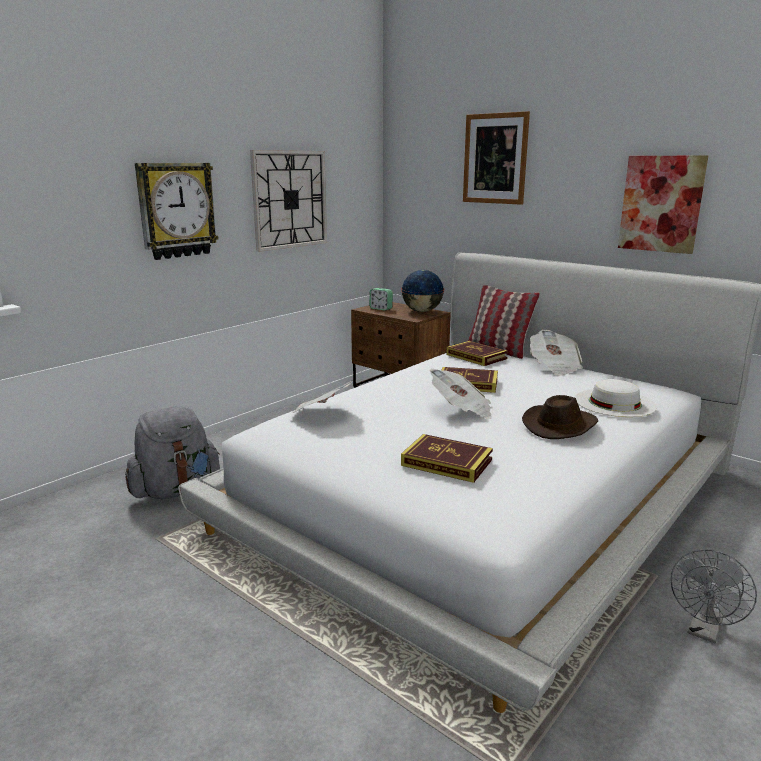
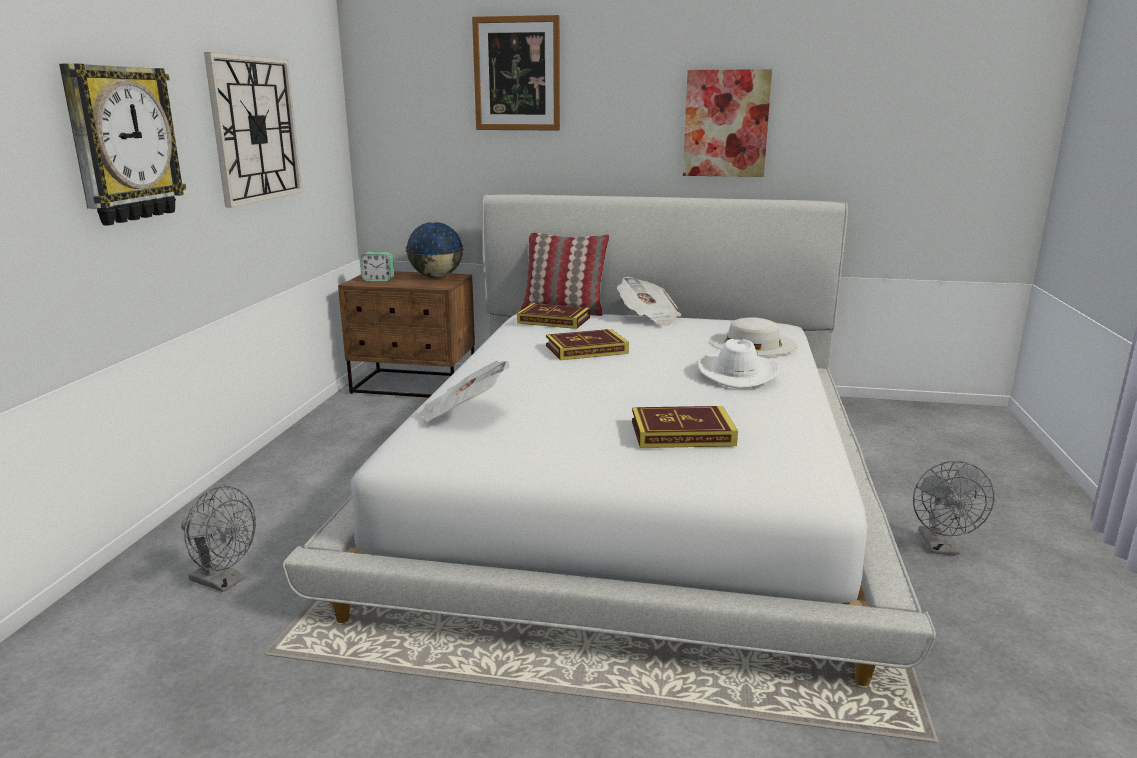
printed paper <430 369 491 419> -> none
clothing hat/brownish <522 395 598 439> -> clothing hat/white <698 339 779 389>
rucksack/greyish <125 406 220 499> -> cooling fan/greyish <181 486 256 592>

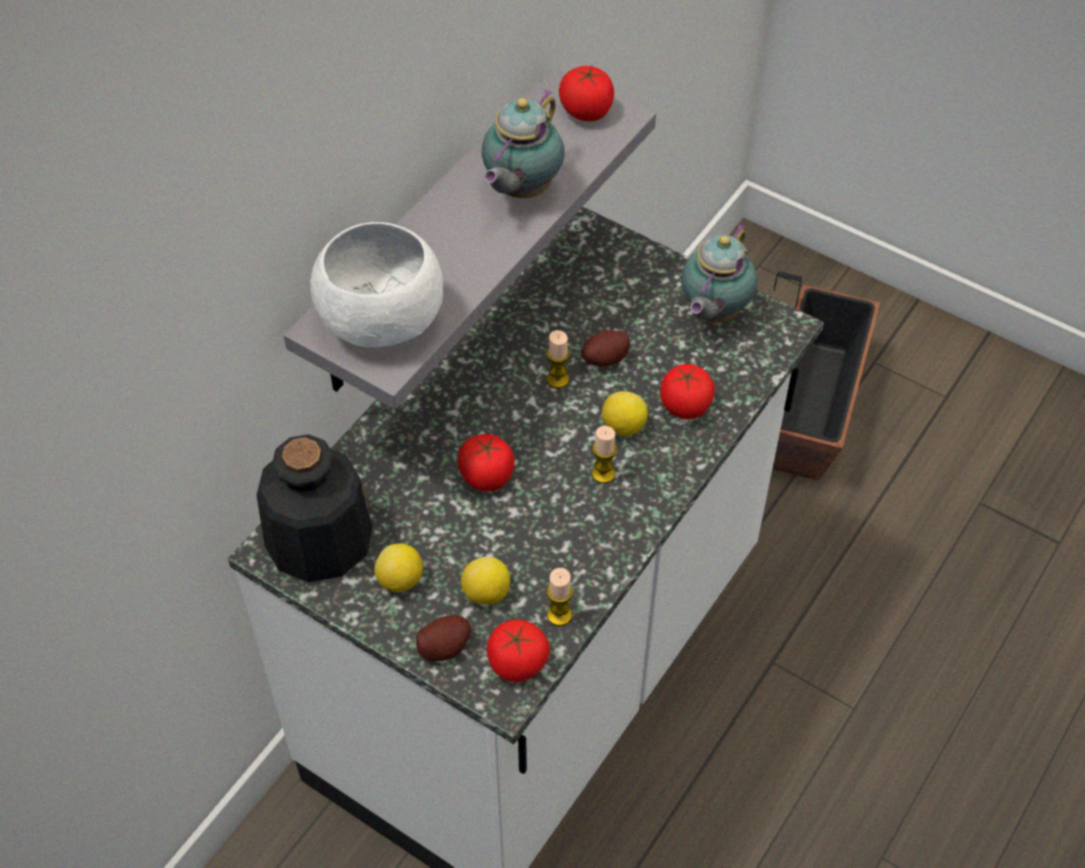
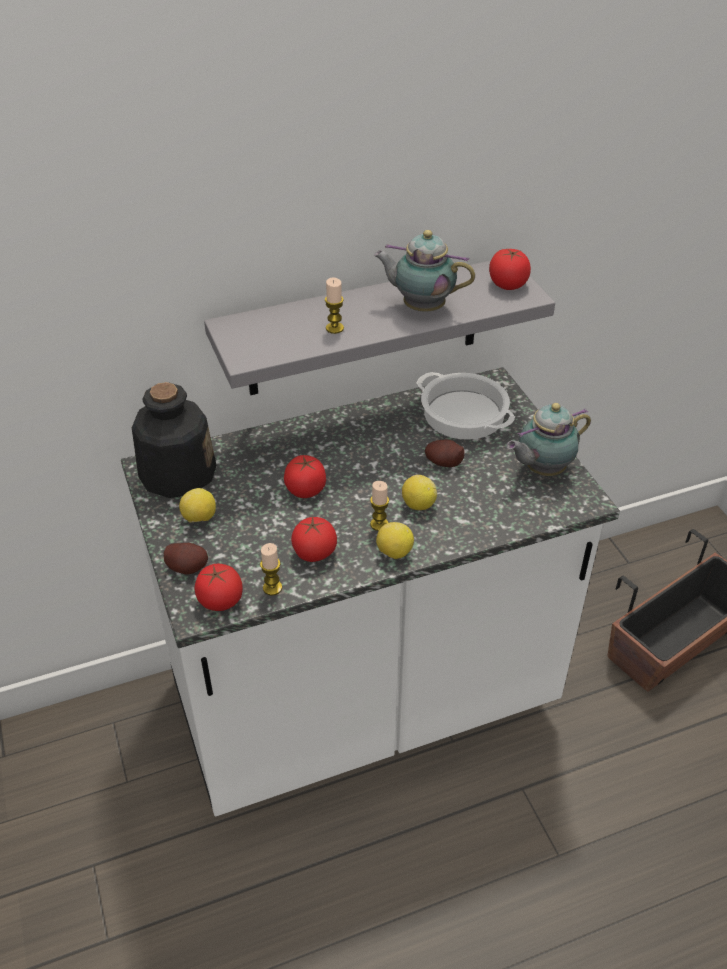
teapot <482 90 565 198> -> teapot <374 230 475 312>, 45 degrees clockwise
serving bowl/white <310 222 443 348> -> none
candle <547 330 570 389> -> candle <325 278 344 334>, relocated
tomato <660 364 715 419> -> tomato <291 516 337 562>, relocated
whole lemon <461 557 510 605> -> whole lemon <376 522 414 559>, relocated
none -> saucepot <416 372 515 440>

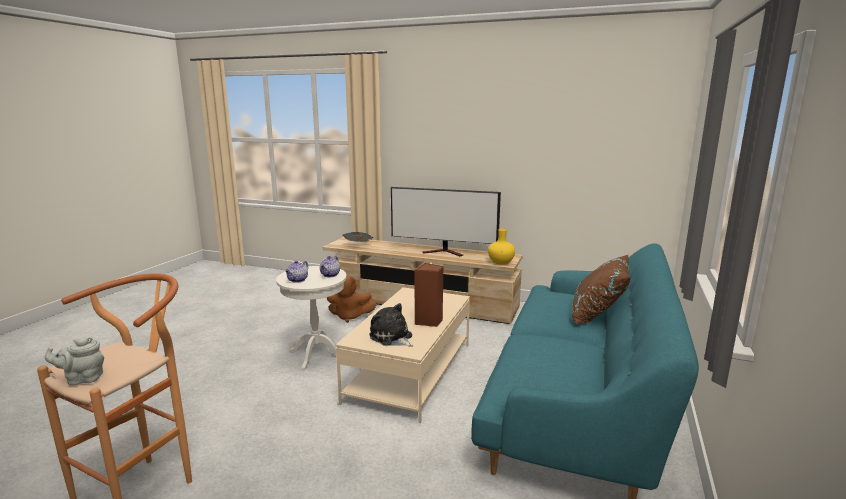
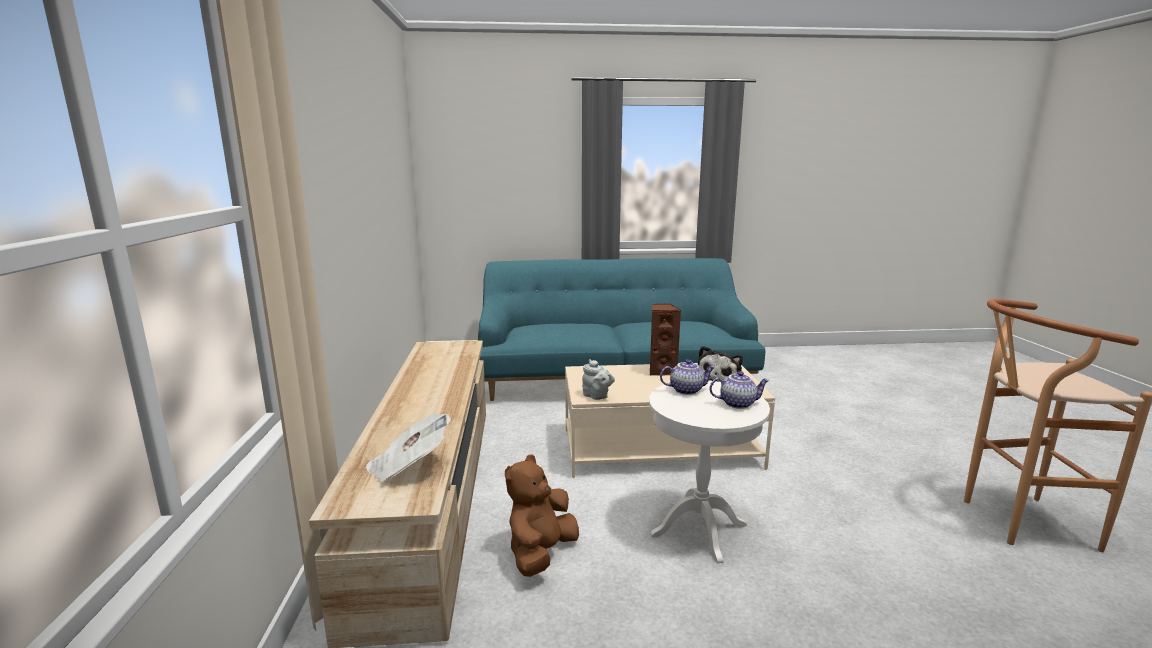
television <391 187 501 256> -> none
flower vase/yellowish <488 229 515 265> -> none
pillow/brownish <572 255 630 324> -> none
plush toy/brownish <327 276 377 323> -> plush toy/brownish <505 454 579 577>, 135 degrees counterclockwise
teapot/greyish <45 337 104 386> -> teapot/greyish <582 359 615 400>, relocated

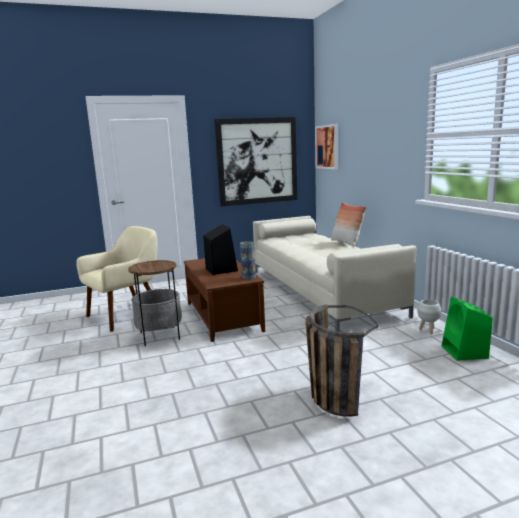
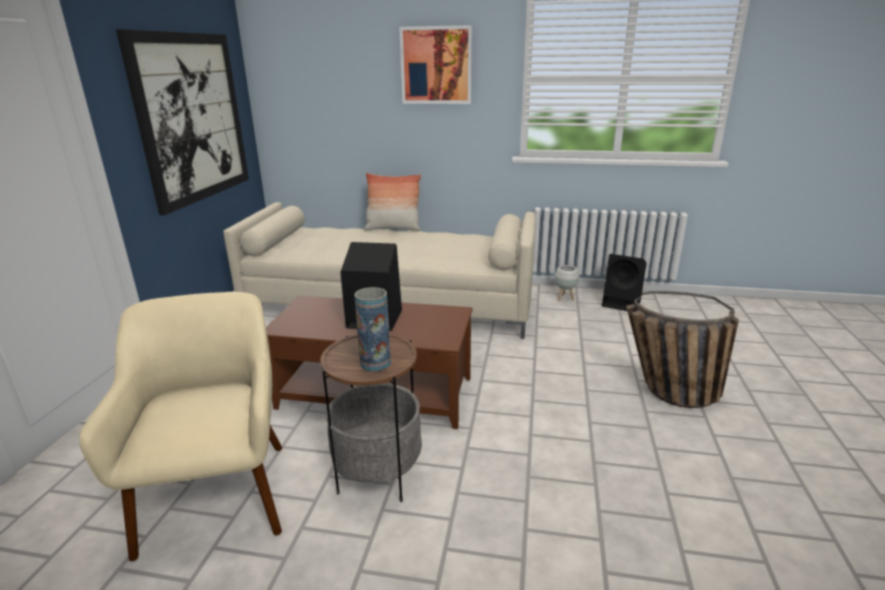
wall art <315 124 338 169> -> wall art <399 25 472 104>, relocated
flower vase <240 241 256 279> -> flower vase <354 287 391 371>, relocated
speaker/green <442 296 493 361> -> speaker/blackish <602 254 646 311>

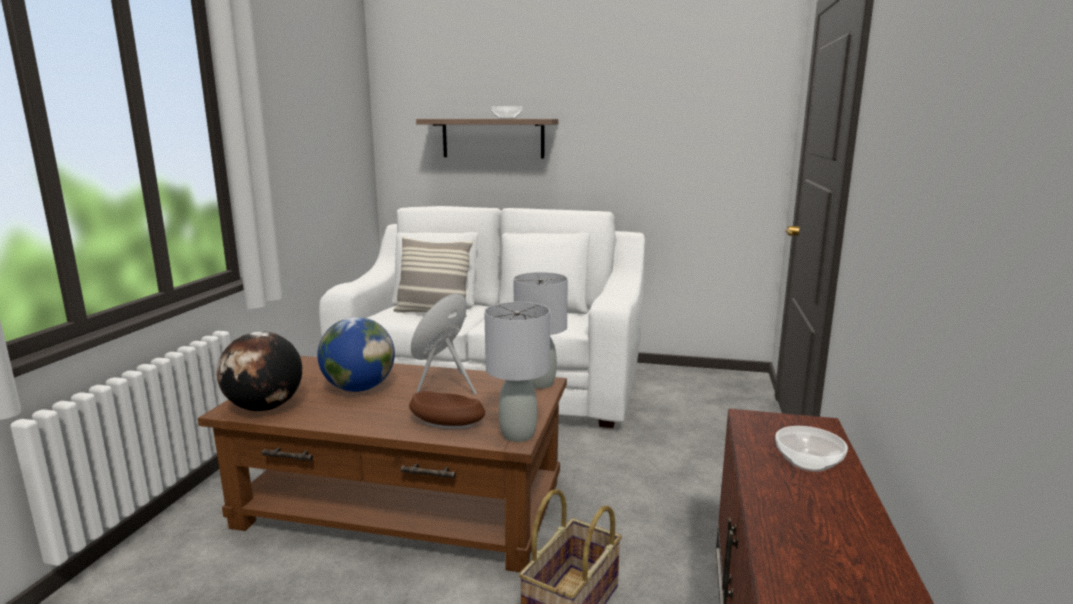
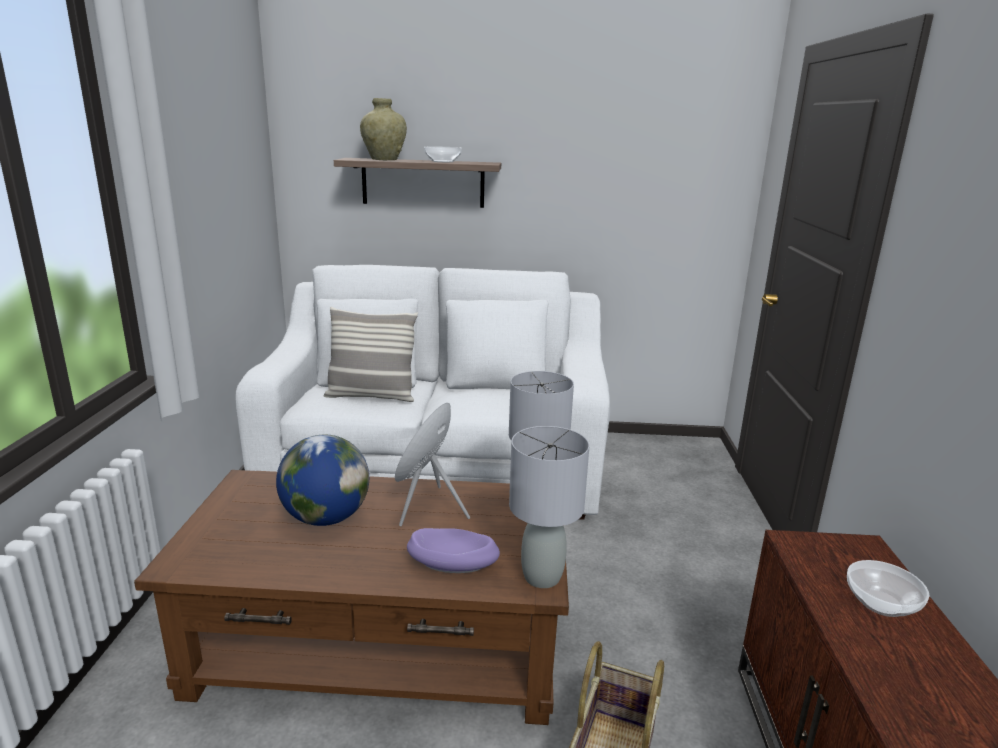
globe <217 331 302 411> -> none
serving bowl/brownish <409 391 485 428> -> serving bowl/purplish <407 528 500 573>
none -> flower vase/sand-coloured <360 98 407 160>

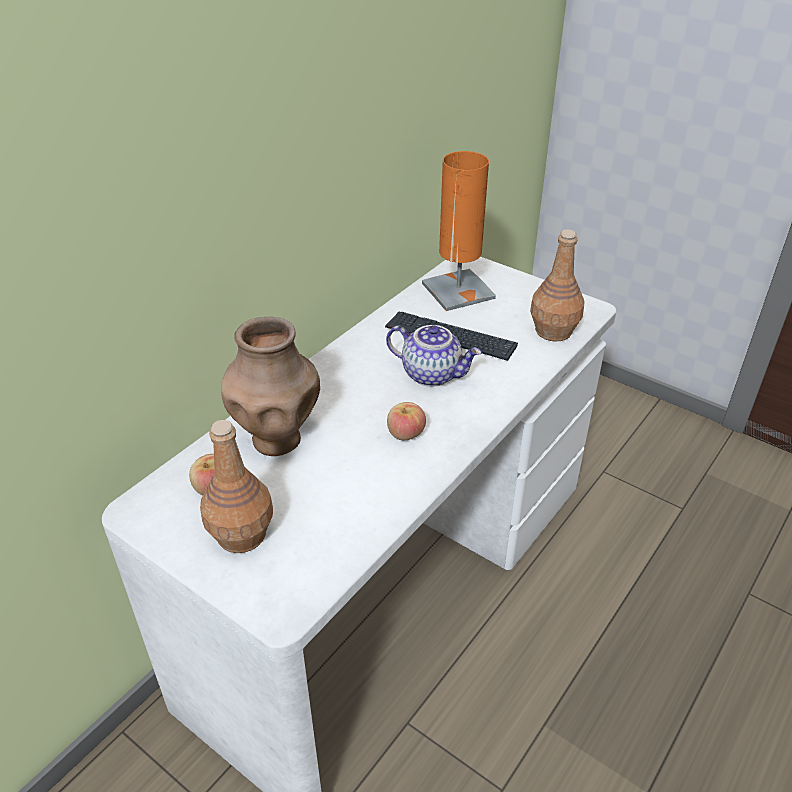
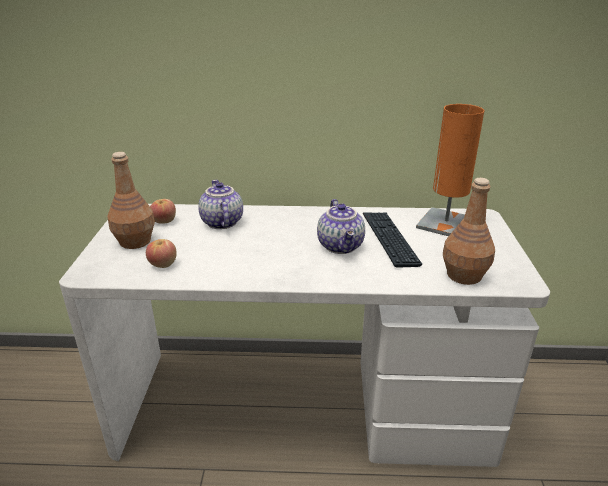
flower vase/brownish <221 317 320 456> -> teapot <198 180 243 229>
apple <387 402 426 440> -> apple <146 239 177 268>, relocated

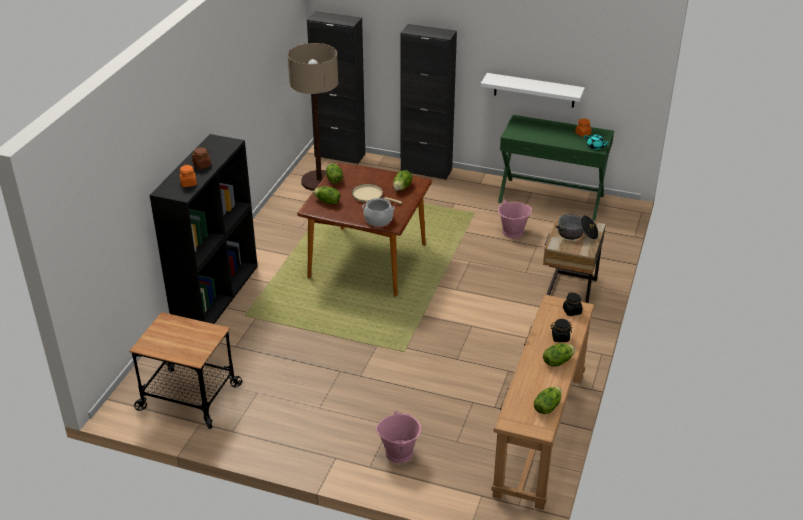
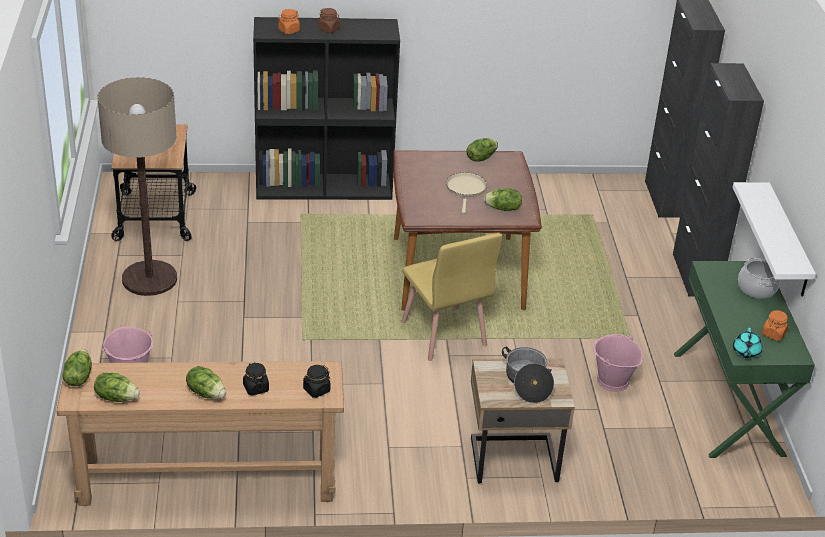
standard lamp <288 43 338 191> -> standard lamp <97 77 177 296>, relocated
head of lettuce <313 186 340 204> -> head of lettuce <62 349 92 386>, relocated
saucepot <362 198 395 227> -> saucepot <738 257 780 299>, relocated
none -> chair/yellowish <401 233 502 361>

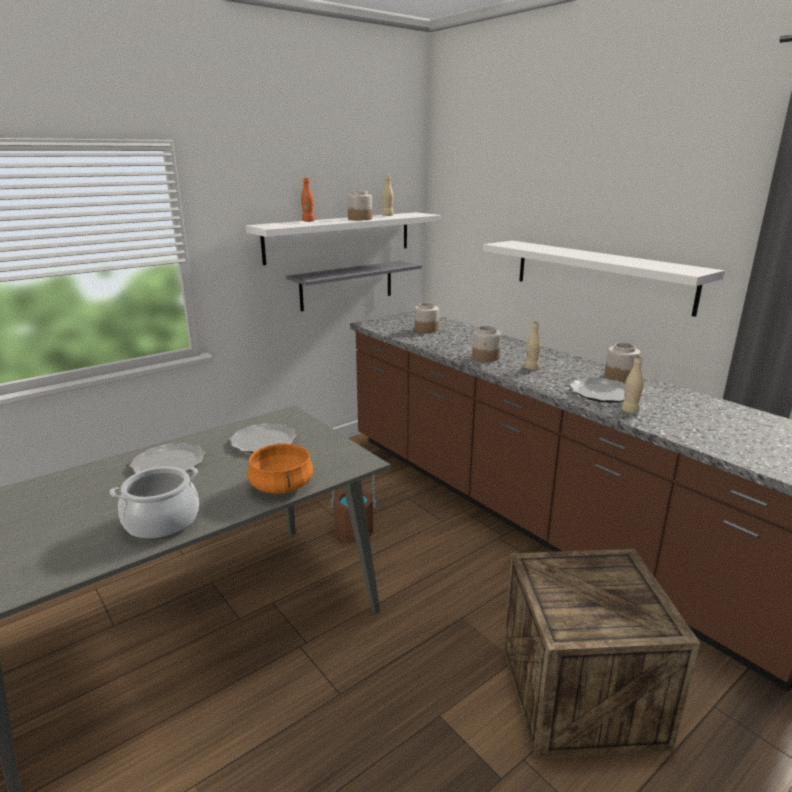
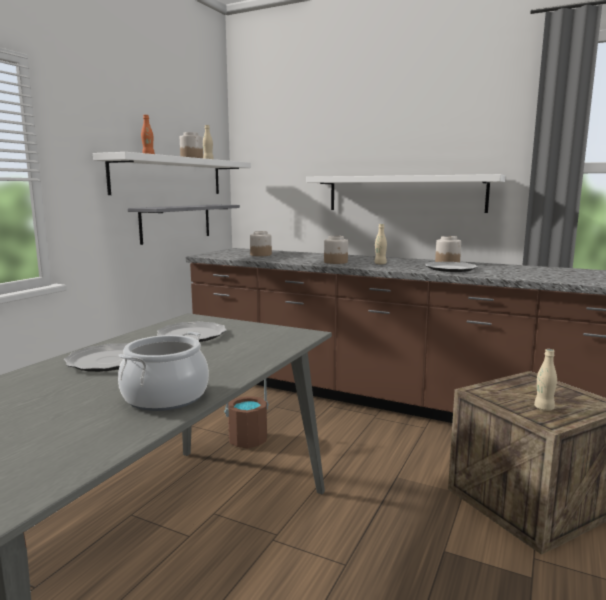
drink bottle/sand-coloured <621 356 644 413> -> drink bottle/sand-coloured <534 349 557 411>, relocated
saucepot/orange-coloured <247 443 313 494> -> none

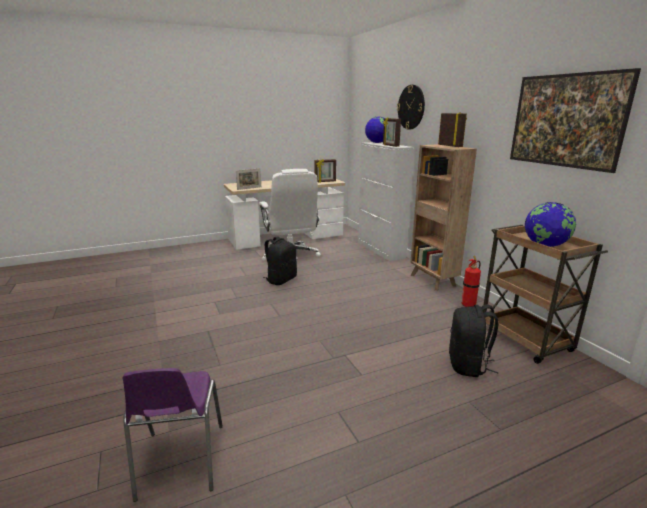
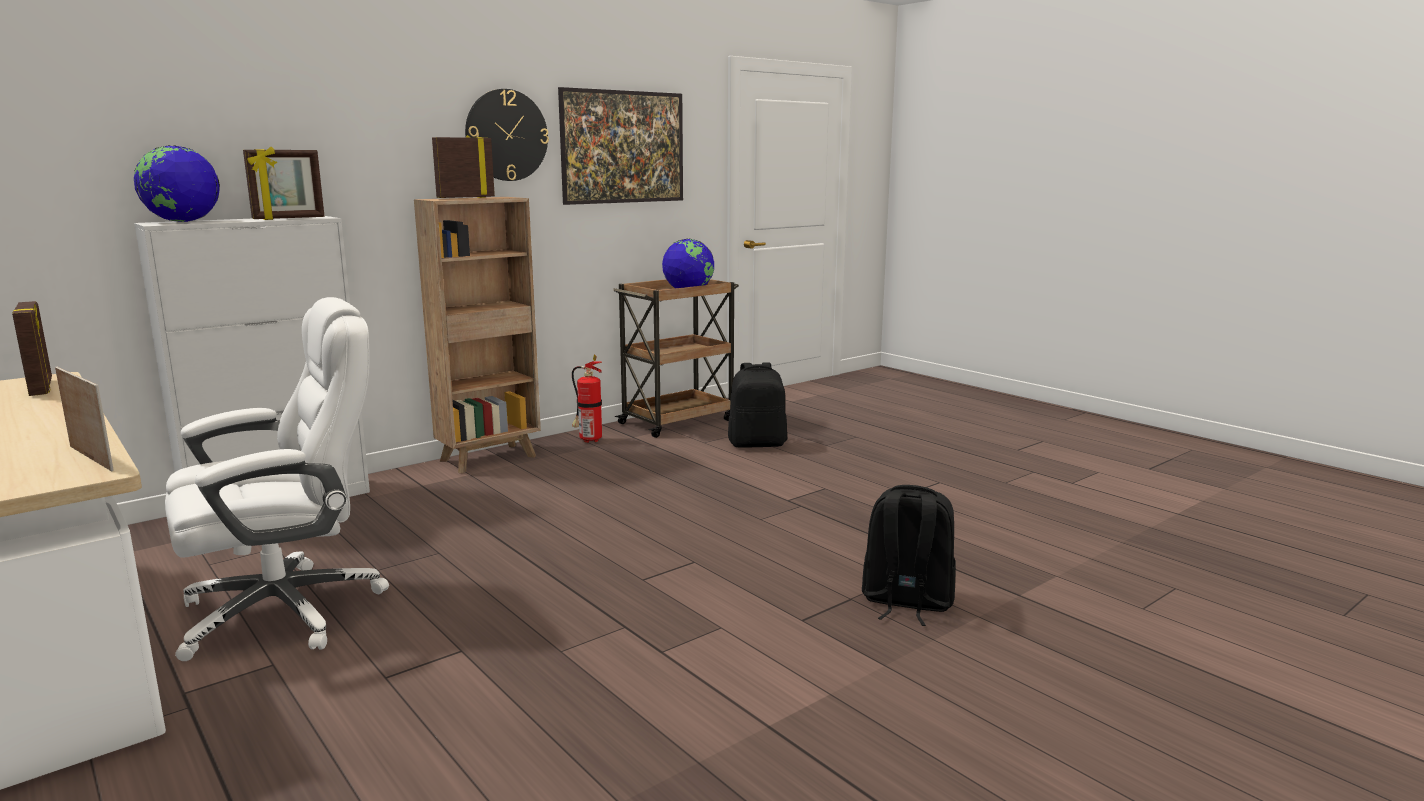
clock on the wall <397 85 425 130> -> clock on the wall <465 89 549 181>, relocated
rucksack/blackish <263 236 297 285> -> rucksack/blackish <862 485 956 626>, relocated
chair/purplish <123 368 223 502> -> none

